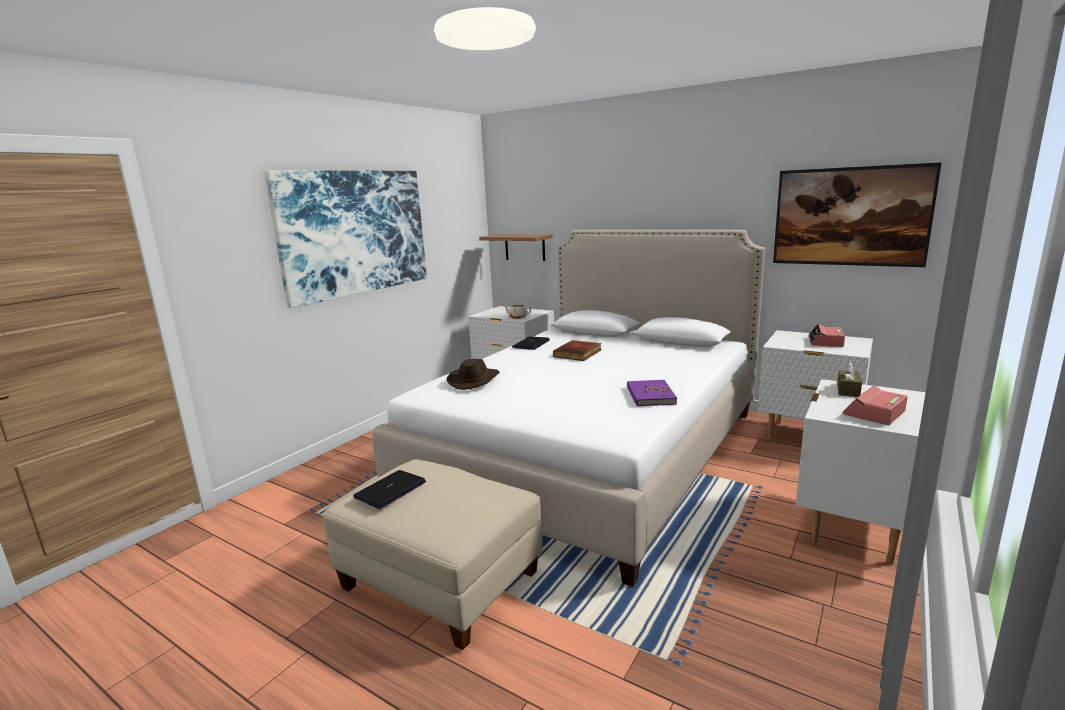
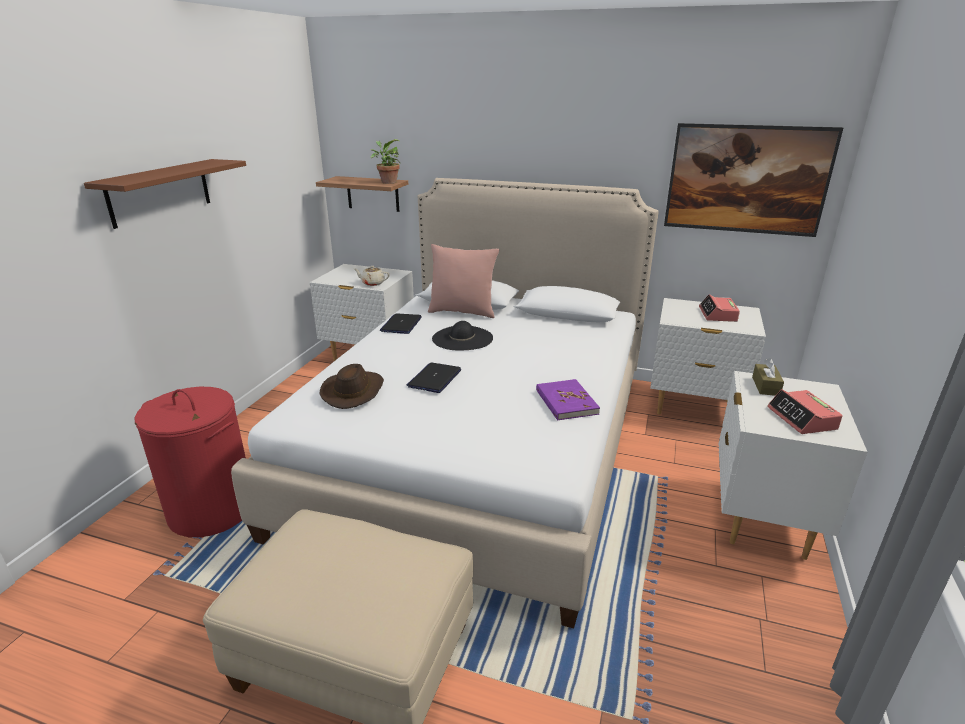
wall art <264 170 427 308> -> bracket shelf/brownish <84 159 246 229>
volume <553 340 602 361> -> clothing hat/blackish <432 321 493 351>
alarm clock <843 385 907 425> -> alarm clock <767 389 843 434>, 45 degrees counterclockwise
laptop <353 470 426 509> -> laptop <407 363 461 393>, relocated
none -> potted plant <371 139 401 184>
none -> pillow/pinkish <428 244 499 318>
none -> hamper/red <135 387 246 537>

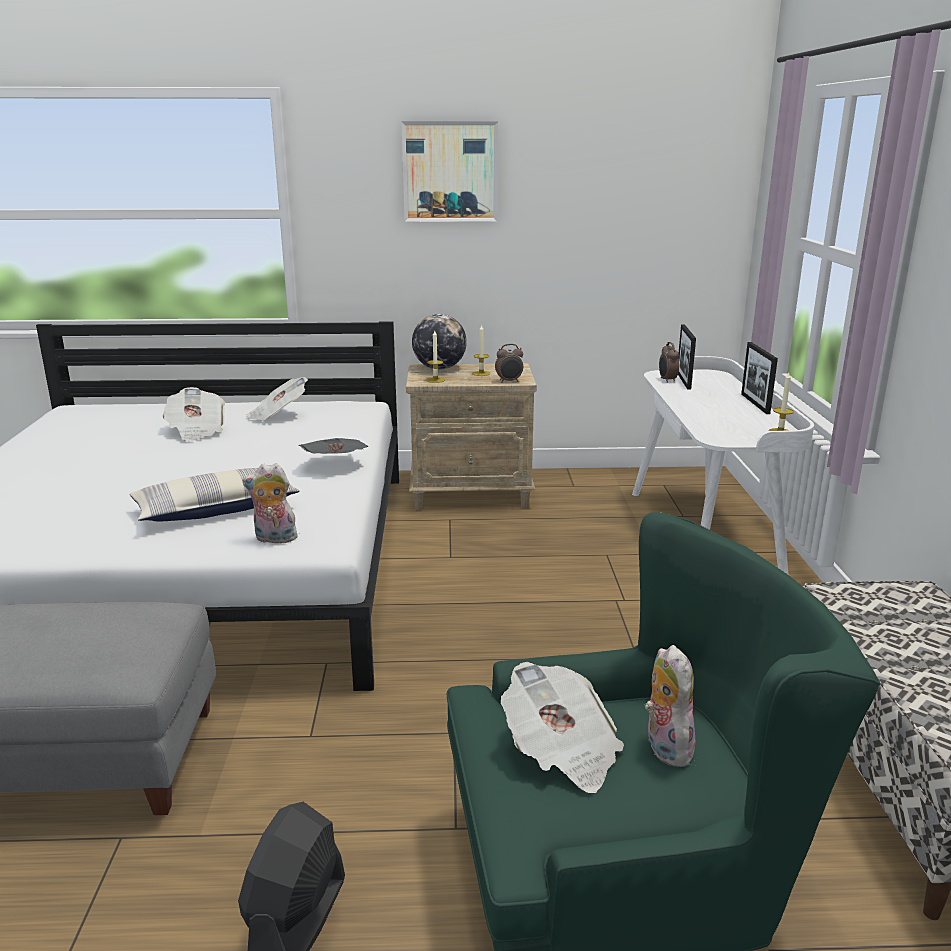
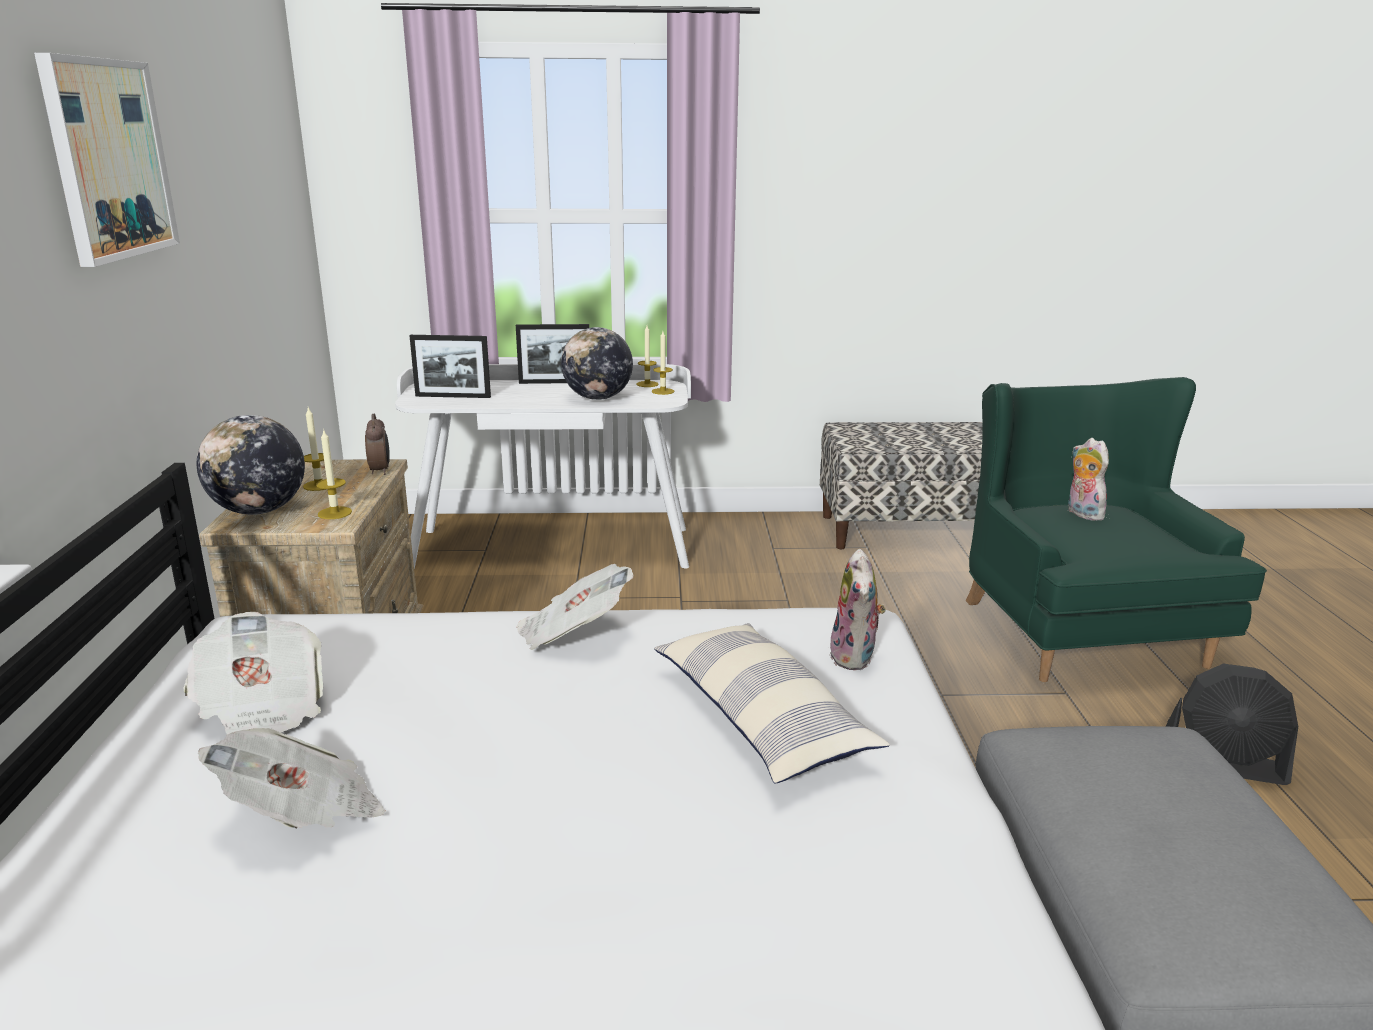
alarm clock <659 342 679 383> -> none
plush toy <644 645 695 767> -> plush toy <1068 438 1109 521>, 75 degrees clockwise
printed paper <501 662 624 793> -> none
none -> globe <561 327 633 400>
none -> candle <652 331 675 395>

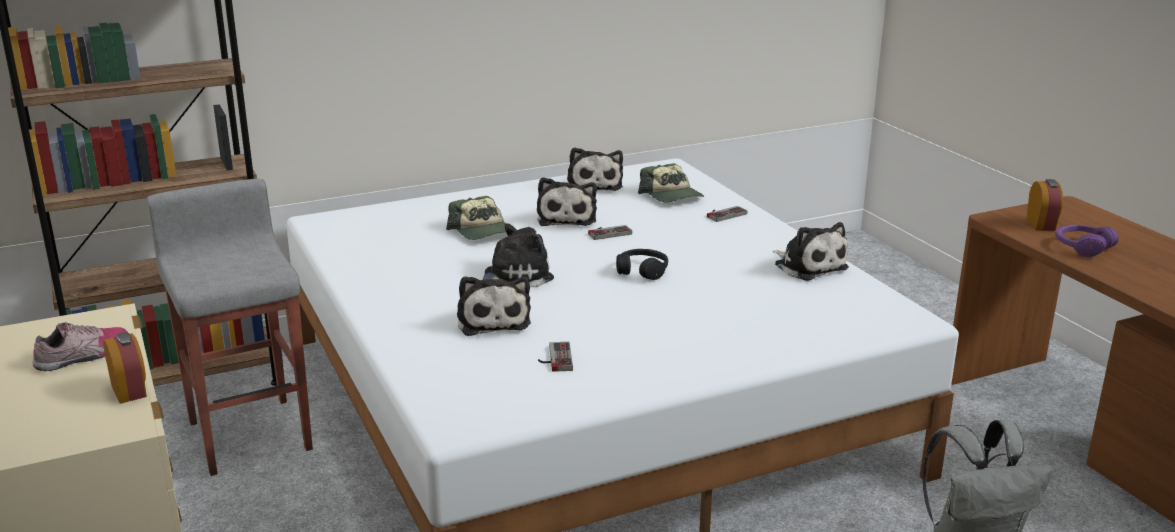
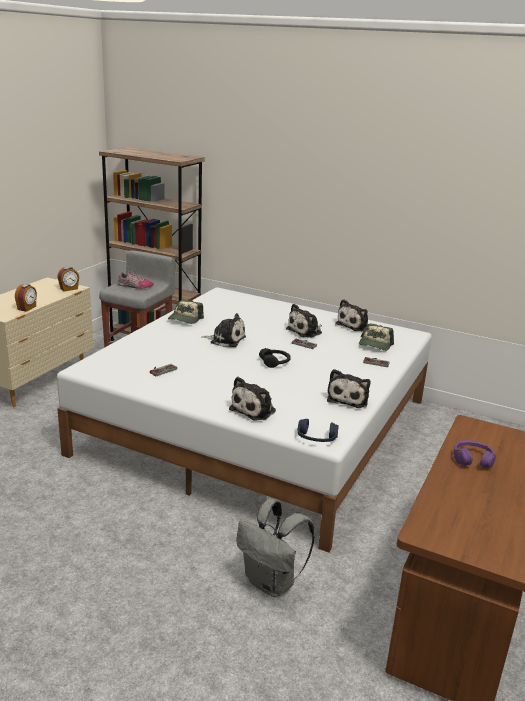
alarm clock <1026 179 1063 231> -> alarm clock <57 267 79 292>, relocated
cap <446 196 506 240> -> cap <168 299 204 324>, relocated
plush toy <457 276 531 336> -> plush toy <229 377 276 421>, relocated
low shoe <32 322 128 371> -> low shoe <118 271 154 289>, relocated
none -> pair of headphones/blue-coloured <298 419 339 442>

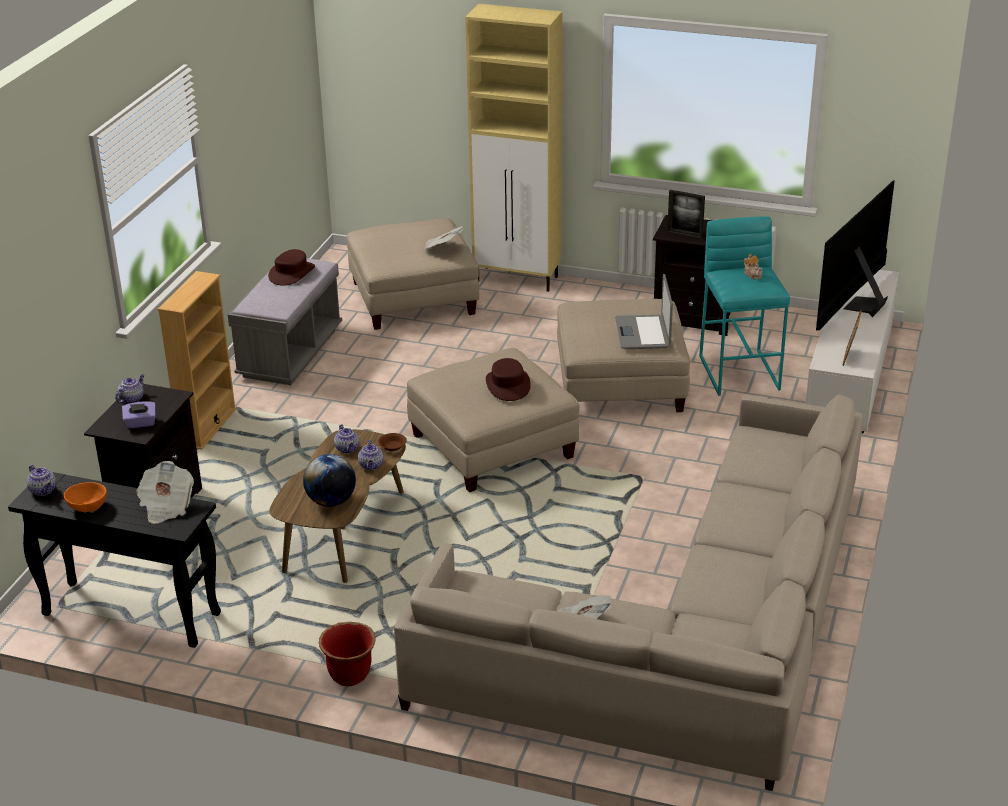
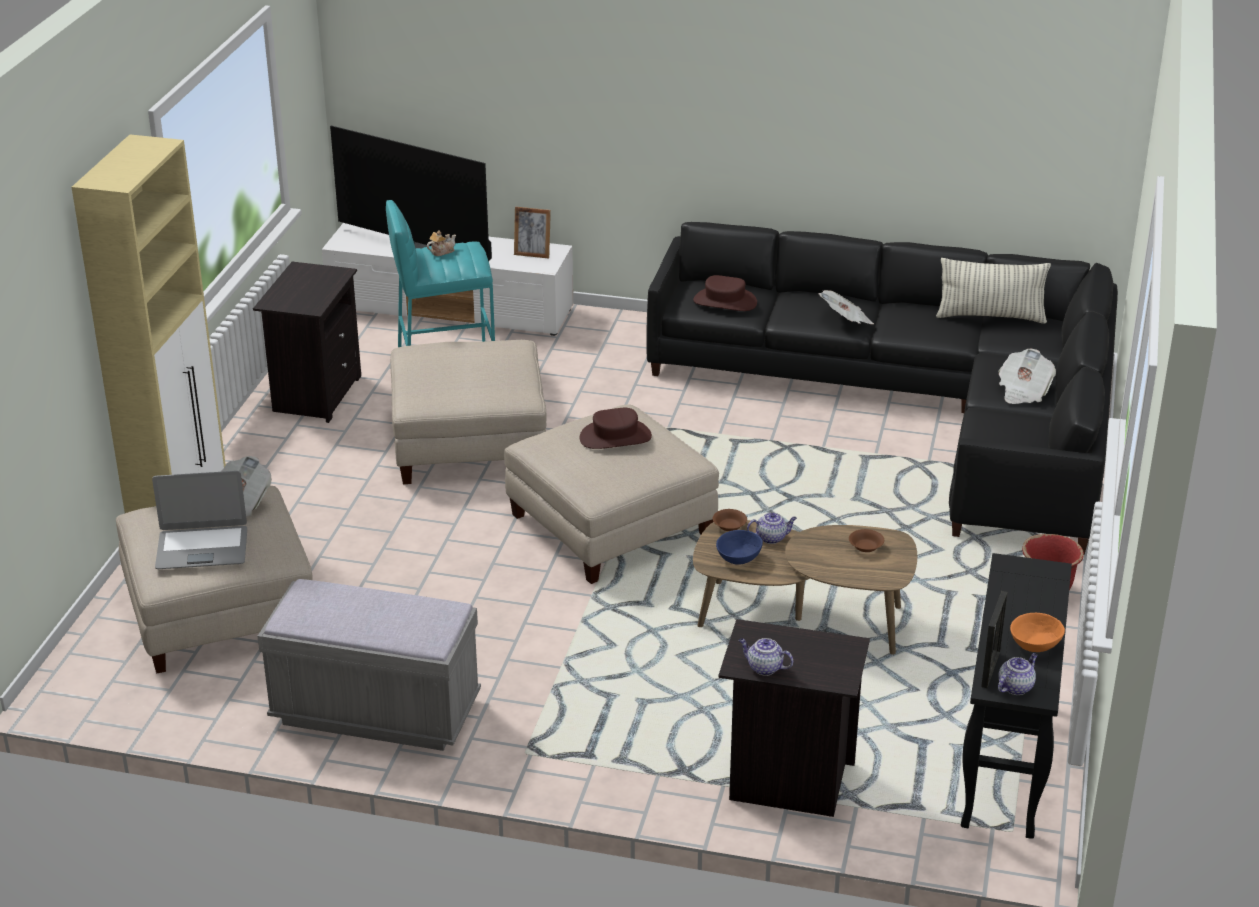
photo frame <667 190 705 239> -> photo frame <981 591 1008 688>, relocated
clothing hat/brownish <268 249 315 286> -> clothing hat/brownish <693 275 757 311>, relocated
bookcase/sand-coloured <158 271 237 449> -> none
laptop <615 274 673 349> -> laptop <152 471 247 569>, relocated
sofa/sand-coloured <394 394 863 791> -> sofa/blackish <646 222 1118 555>
tissue holder/purplish <122 401 156 428> -> none
teapot <334 424 359 453> -> serving bowl/blue-coloured <716 530 763 565>
globe <303 454 356 507> -> serving bowl/brownish <849 529 884 552>
printed paper <136 461 194 524> -> printed paper <818 290 874 324>, relocated
none -> pillow <936 258 1051 323>

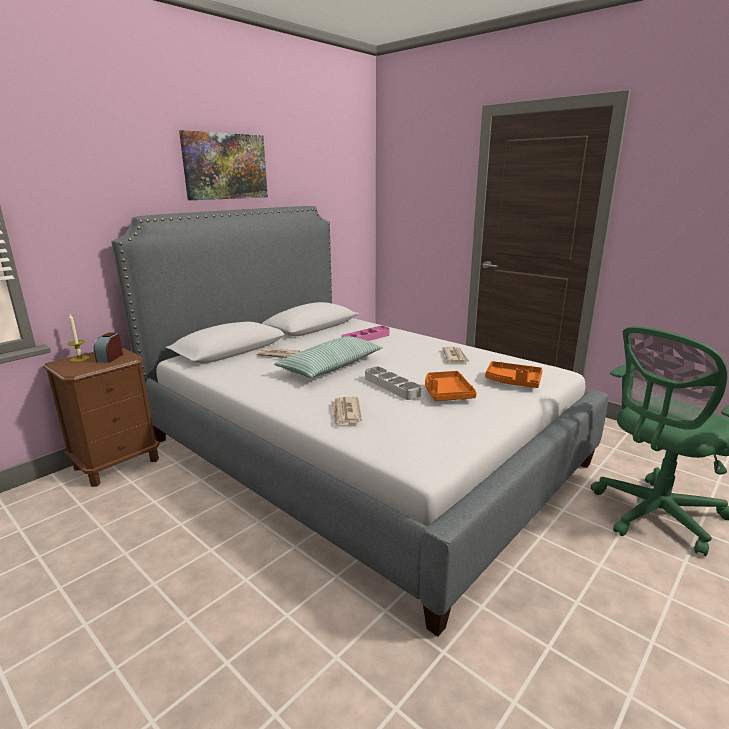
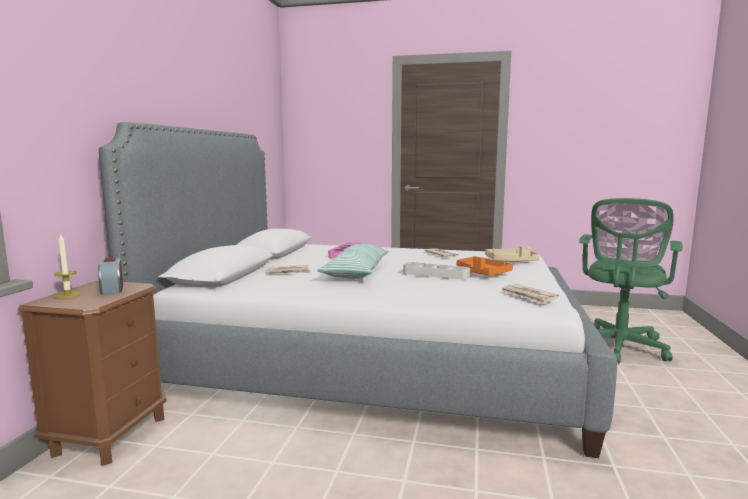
wall art <179 130 268 200> -> none
tray/orange-coloured <485 361 543 388> -> tray/sand-coloured <485 246 539 262>
printed paper <331 397 362 426> -> printed paper <501 284 559 305>, relocated

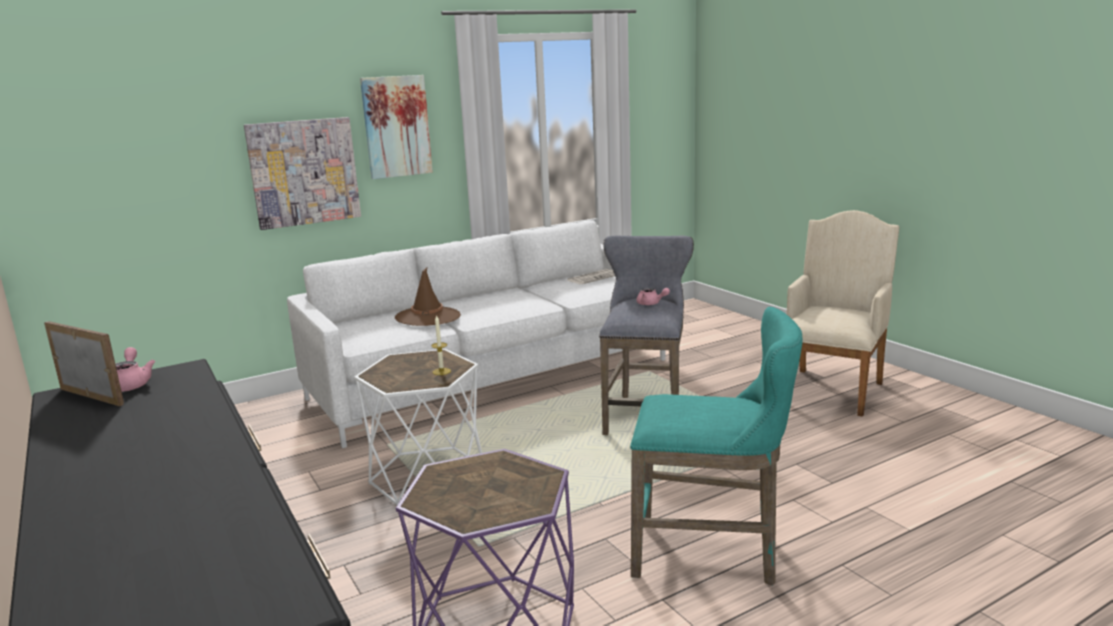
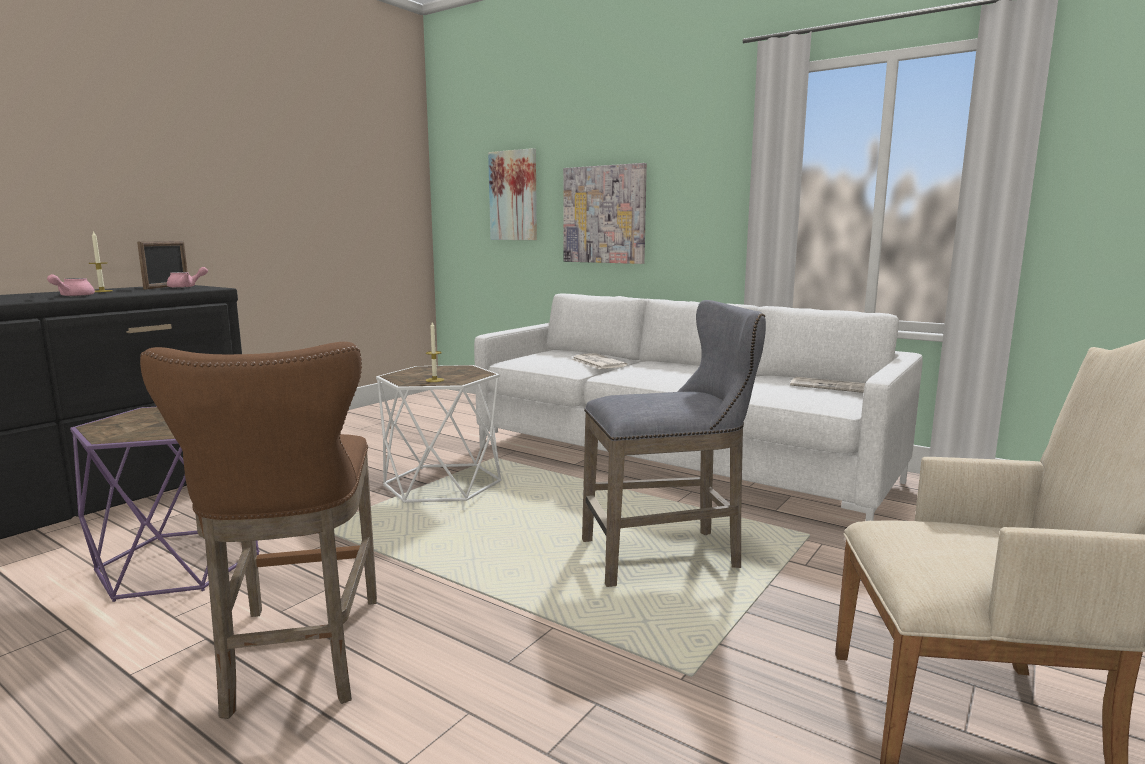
wall art <360 75 433 179> -> wall art <488 148 537 240>, relocated
clothing hat/brownish <395 267 461 326> -> printed paper <571 353 628 369>
teapot/pinkish <636 288 670 305> -> teapot/pinkish <47 274 95 297>, relocated
stool seat/turquoise <630 307 803 585> -> stool seat/brownish <140 342 377 719>
none -> candle <89 230 113 292>

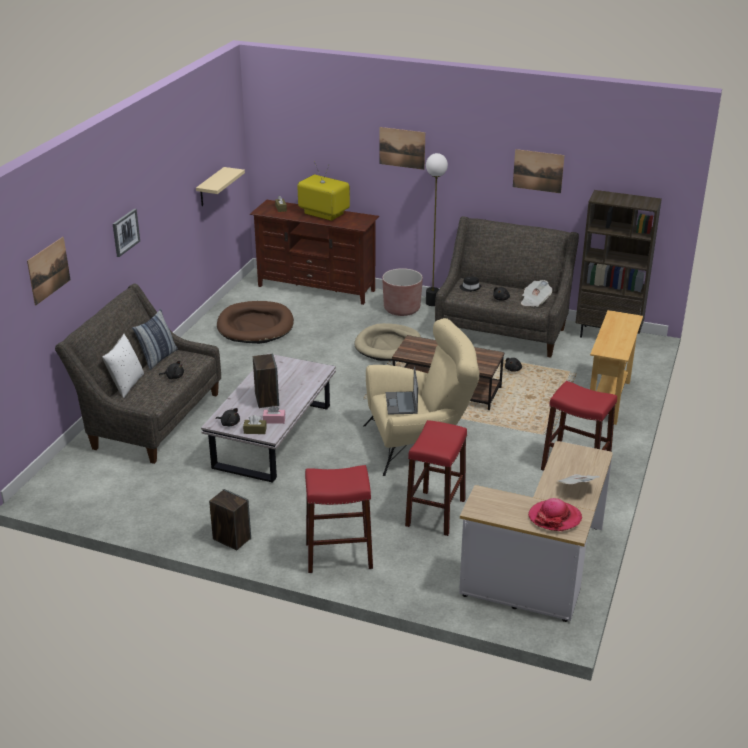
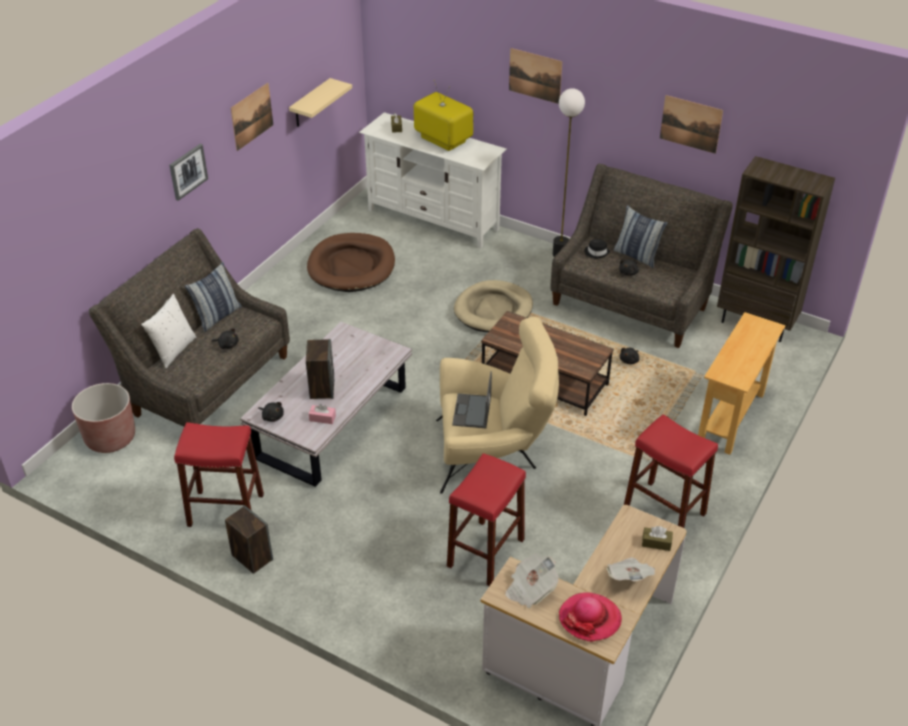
tv stand/brownish <250 200 379 305> -> tv stand/white <359 112 506 249>
wall art <27 237 71 306> -> wall art <231 83 273 151>, relocated
plant pot/brownish <382 268 423 316> -> plant pot/brownish <72 383 135 453>, relocated
printed paper <521 280 552 307> -> printed paper <505 554 559 608>, relocated
tissue holder/brownish <243 415 267 434> -> tissue holder/brownish <642 526 673 551>, relocated
stool seat/red <305 465 373 573> -> stool seat/red <174 422 264 527>, relocated
none -> pillow <613 205 668 268>

